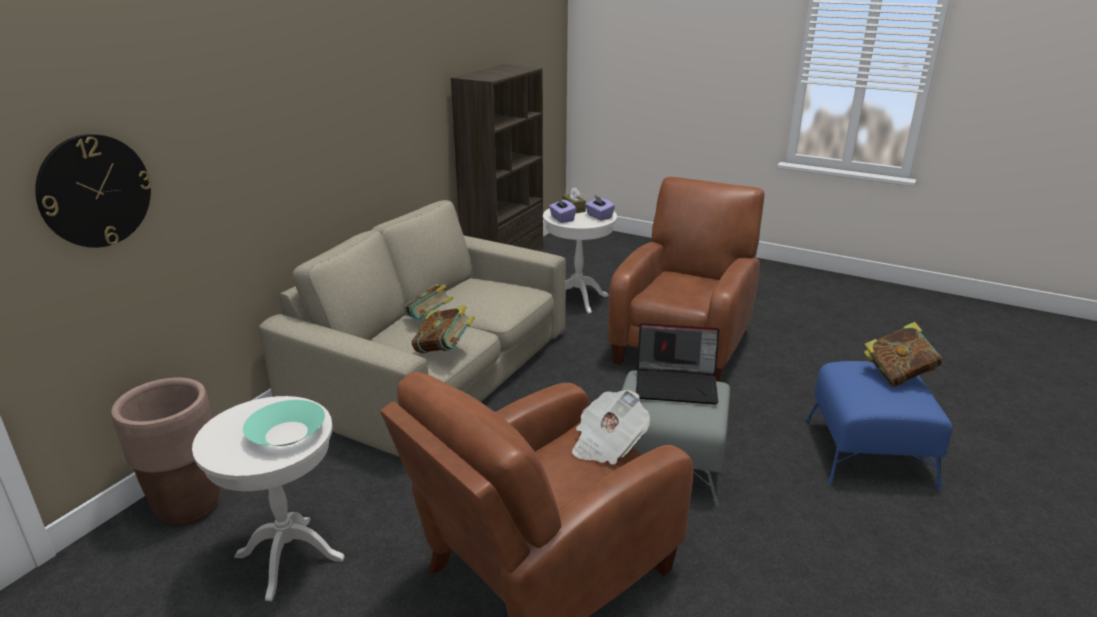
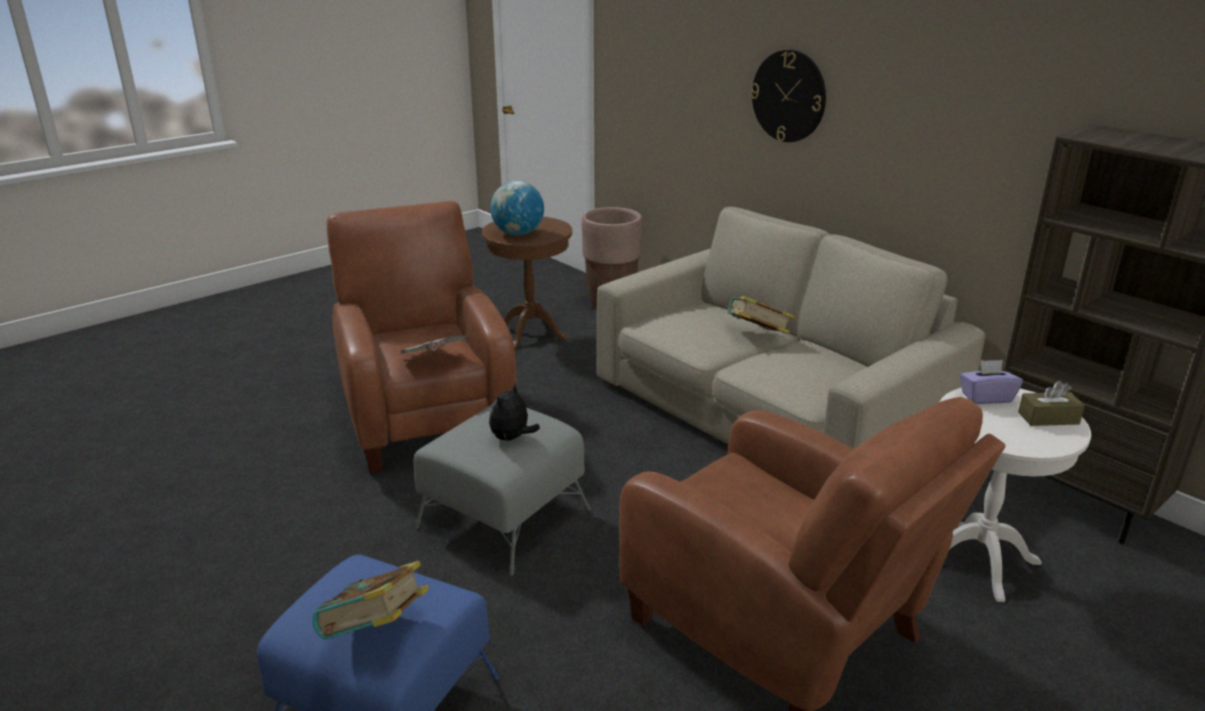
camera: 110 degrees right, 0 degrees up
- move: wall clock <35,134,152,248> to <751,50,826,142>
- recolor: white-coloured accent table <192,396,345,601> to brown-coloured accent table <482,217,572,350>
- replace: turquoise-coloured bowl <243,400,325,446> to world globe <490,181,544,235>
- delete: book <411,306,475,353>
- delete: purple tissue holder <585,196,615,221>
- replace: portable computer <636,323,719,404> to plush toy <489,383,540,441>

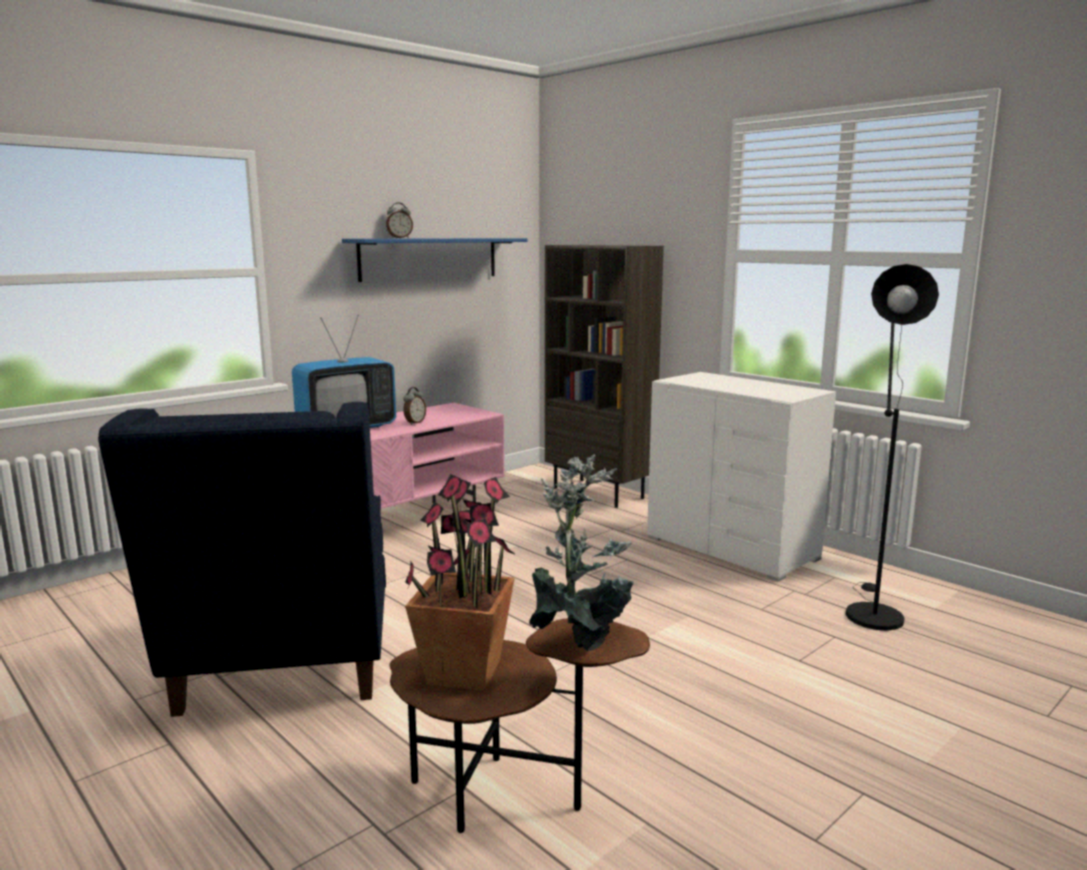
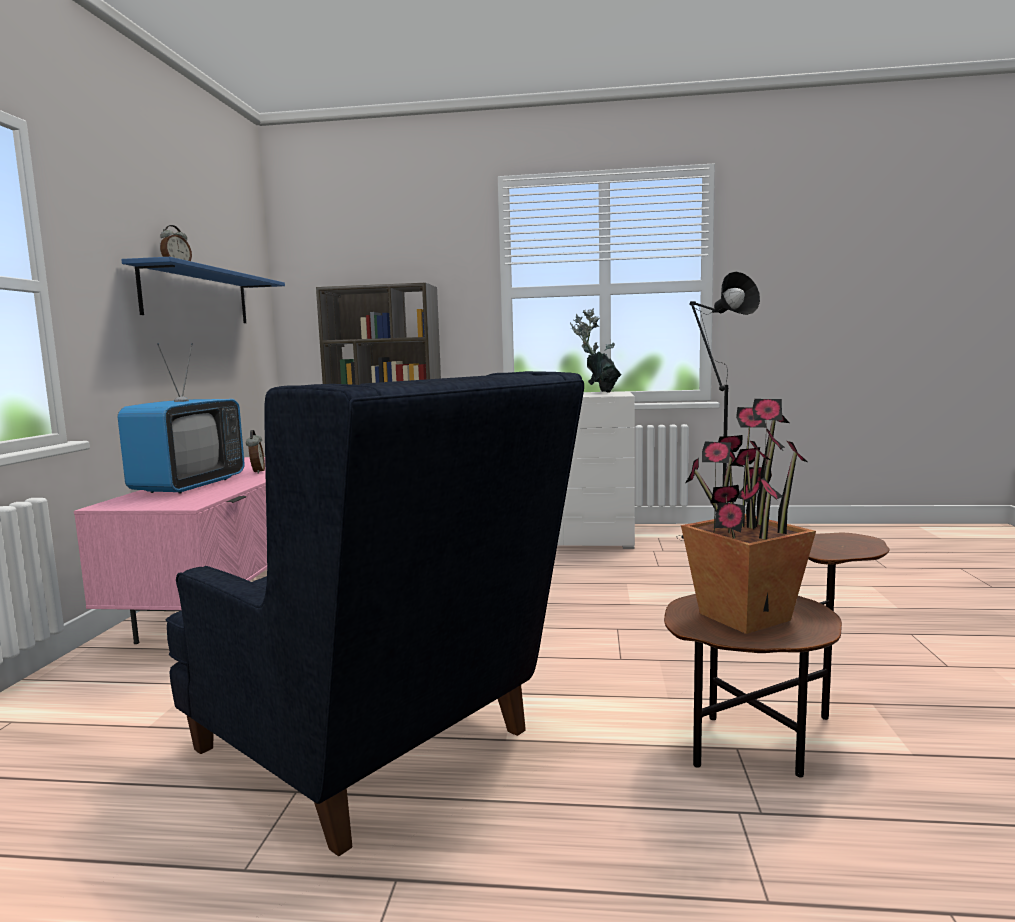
camera: 40 degrees left, 5 degrees down
- move: houseplant <529,454,634,651> to <570,308,622,393>

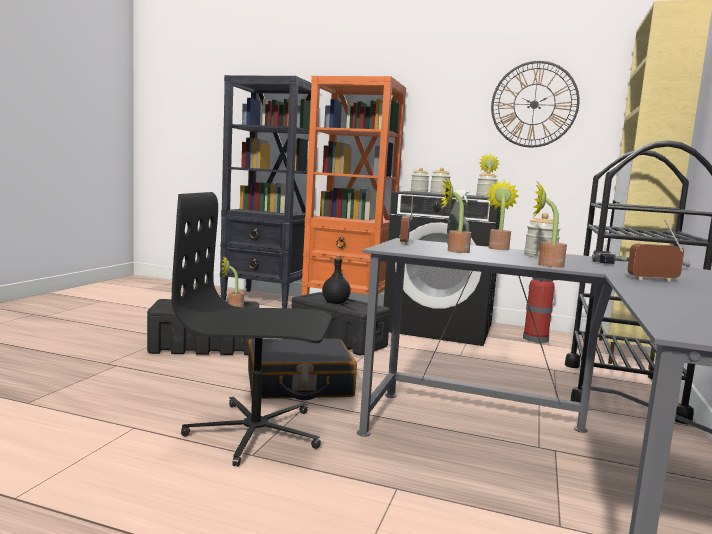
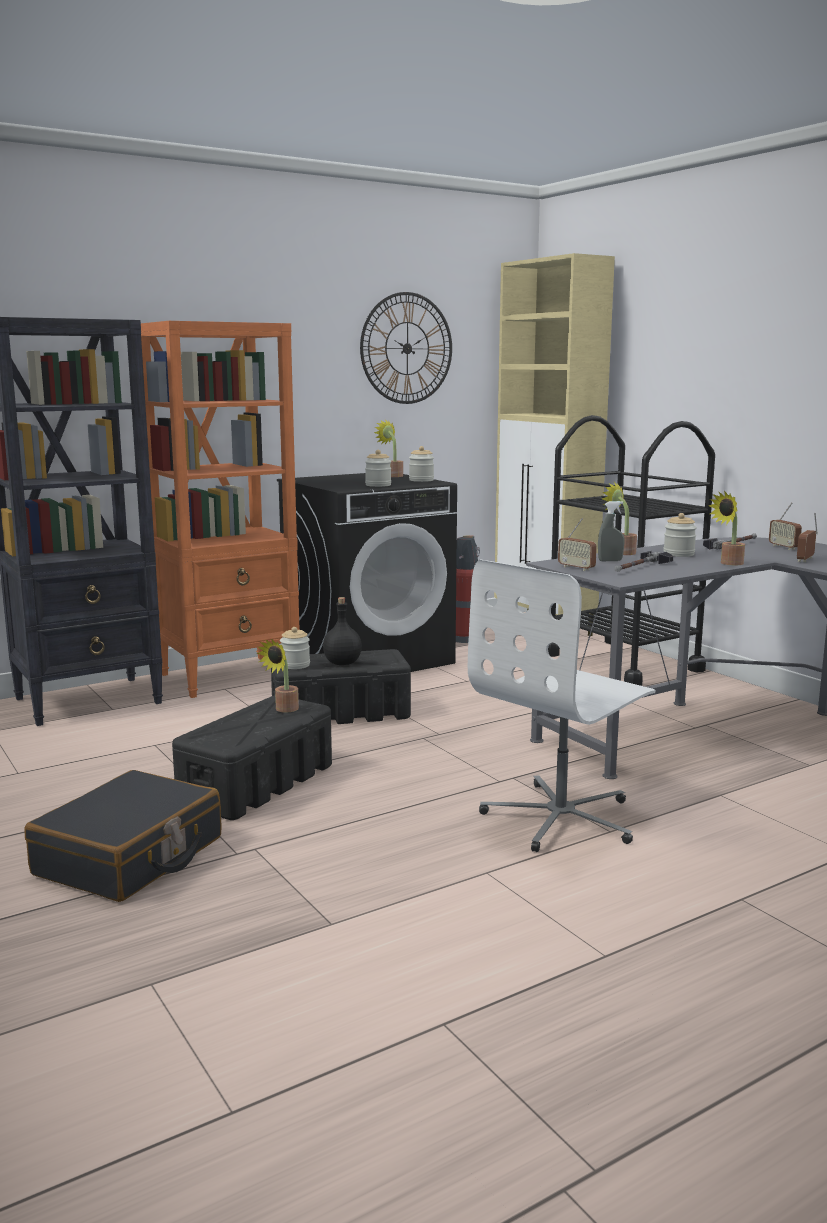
camera: 50 degrees left, 5 degrees up
- recolor: blackish office chair <172,192,332,467> to white-coloured office chair <468,559,656,852>
- move: blackish travel case <248,339,357,400> to <25,770,221,902>
- move: jar <411,168,429,192> to <280,627,310,669>
- replace: houseplant <441,176,471,253> to hammer <614,551,673,572>
- insert: radio <769,502,802,550>

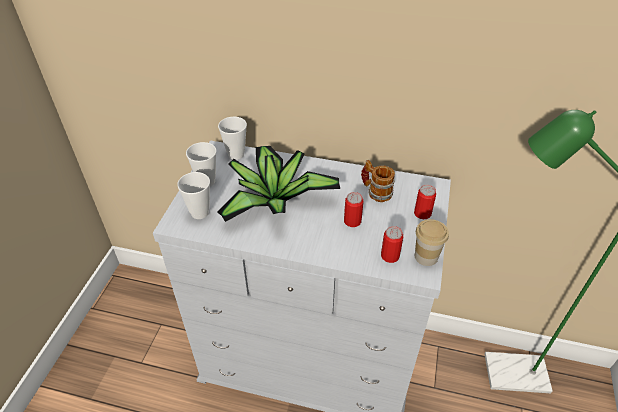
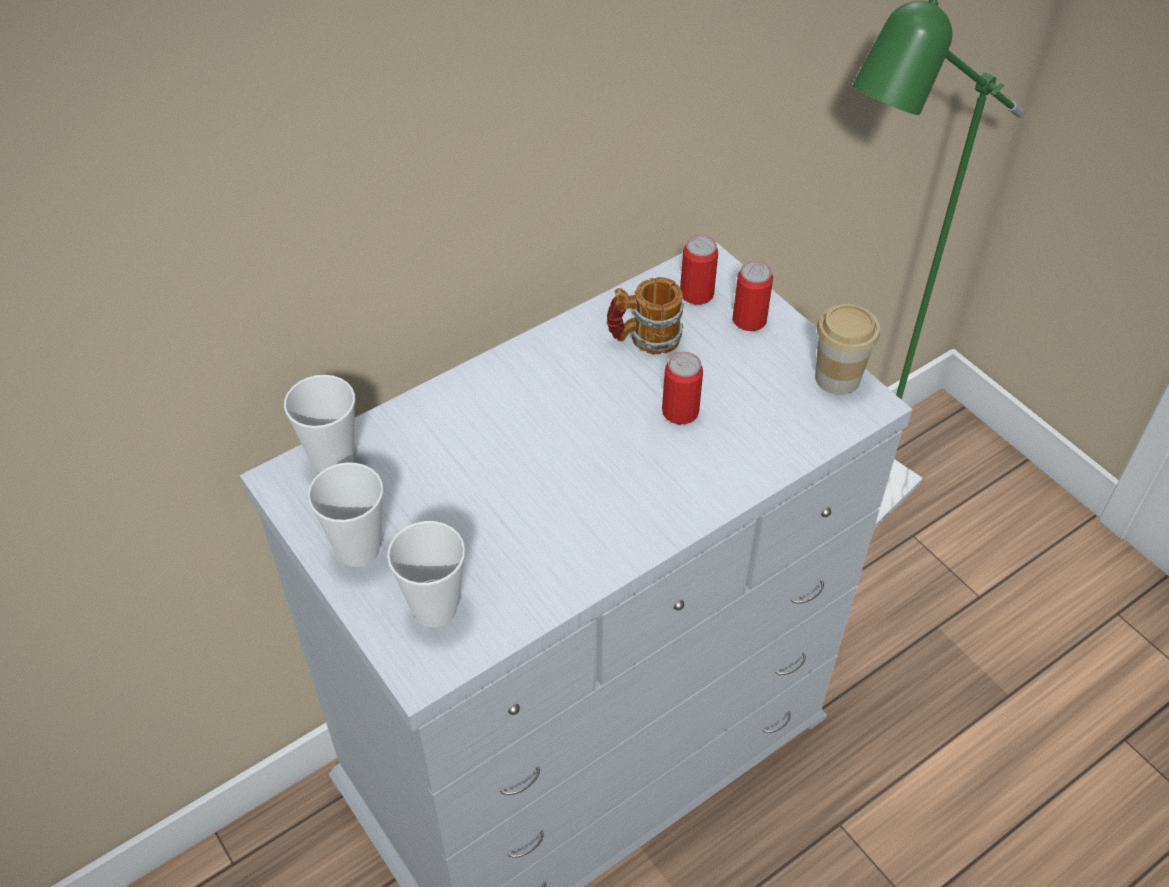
camera: 50 degrees left, 5 degrees up
- delete: houseplant <218,146,340,222>
- move: can <381,226,403,263> to <680,235,718,304>

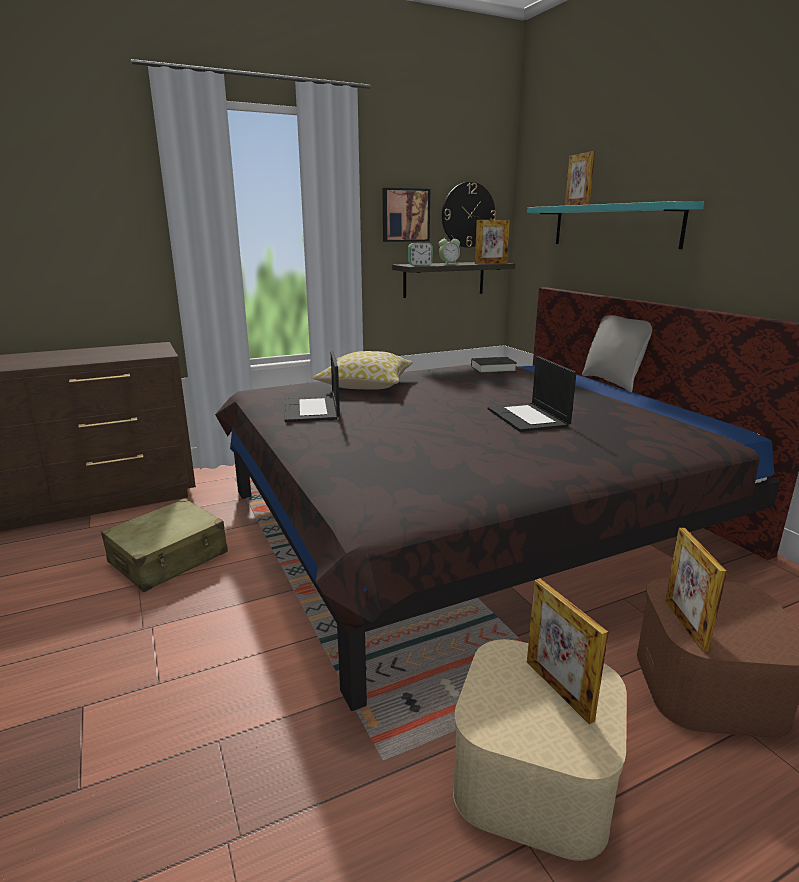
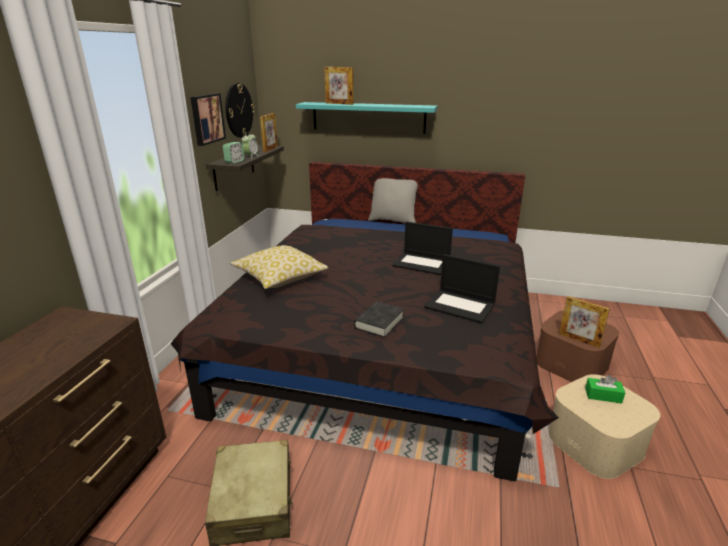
camera: 50 degrees left, 5 degrees up
- move: portable computer <284,351,340,422> to <424,254,500,324>
- move: blackish book <471,357,517,374> to <354,302,404,338>
- replace: picture frame <527,579,608,724> to green-coloured tissue holder <585,375,625,403>

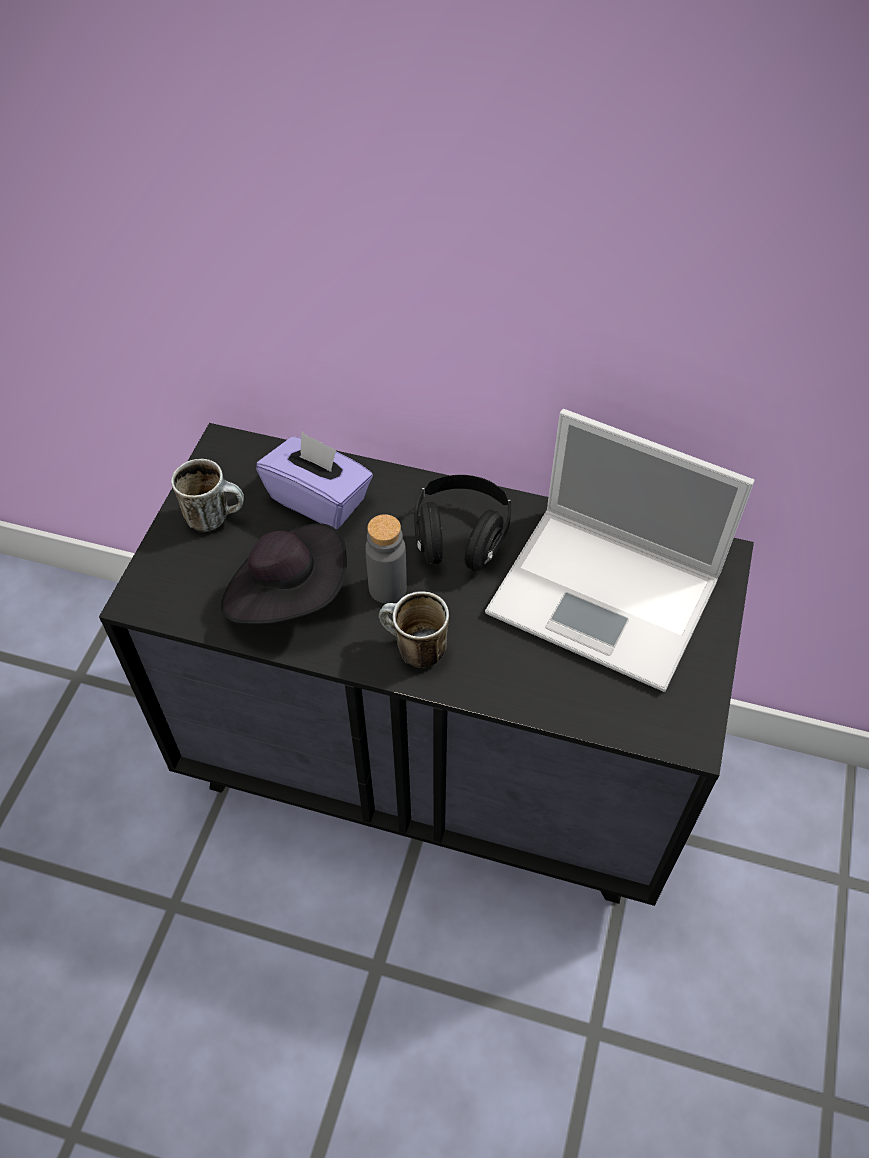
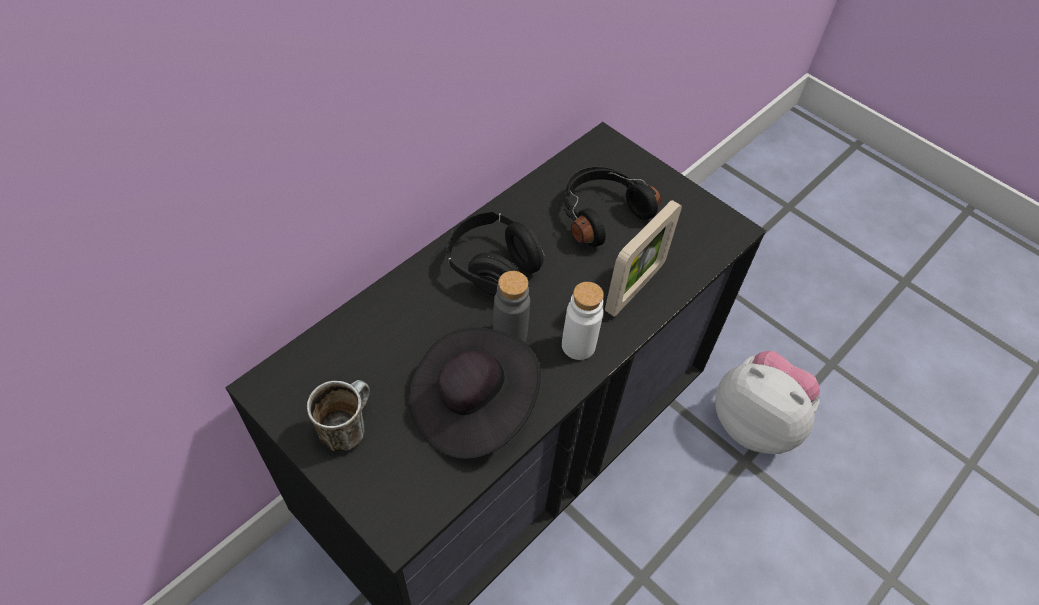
camera: 65 degrees left, 0 degrees up
- delete: purple tissue holder <256,432,373,530>
- replace: mug <379,591,449,668> to white-coloured bottle <562,282,604,360>
- replace: portable computer <485,409,755,692> to blackish headphones <564,167,661,247>
- insert: picture frame <605,200,682,317>
- insert: plush toy <715,351,820,454>

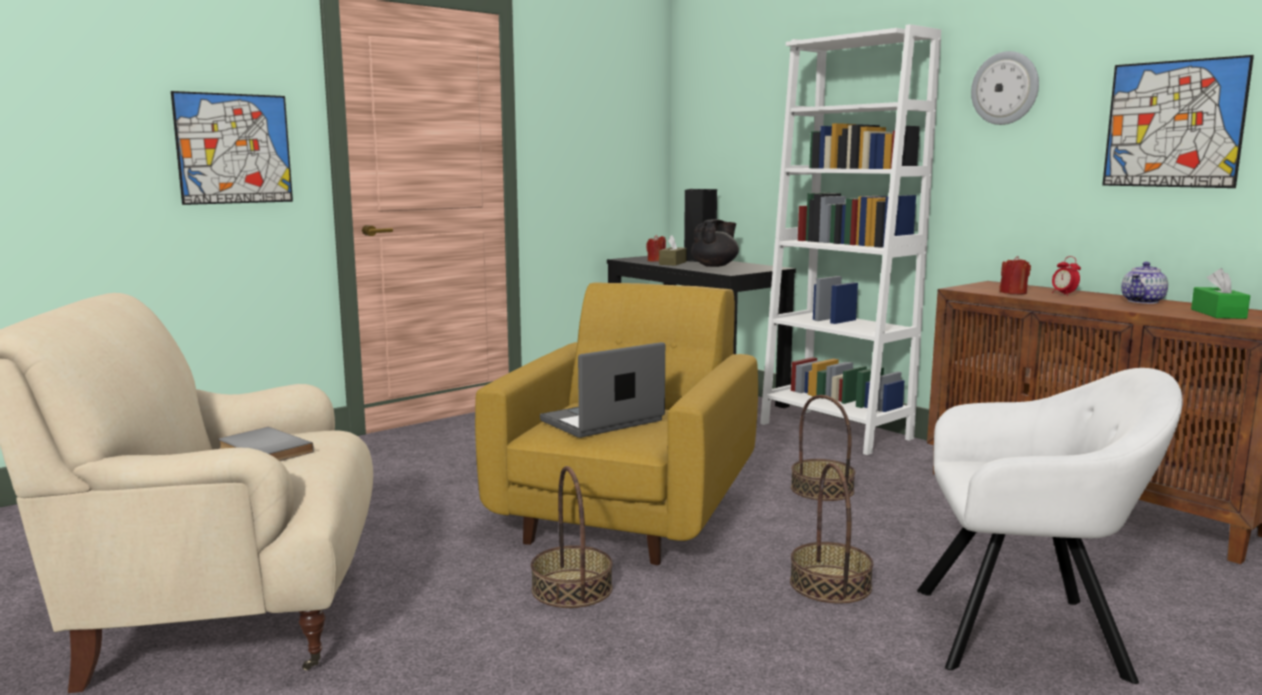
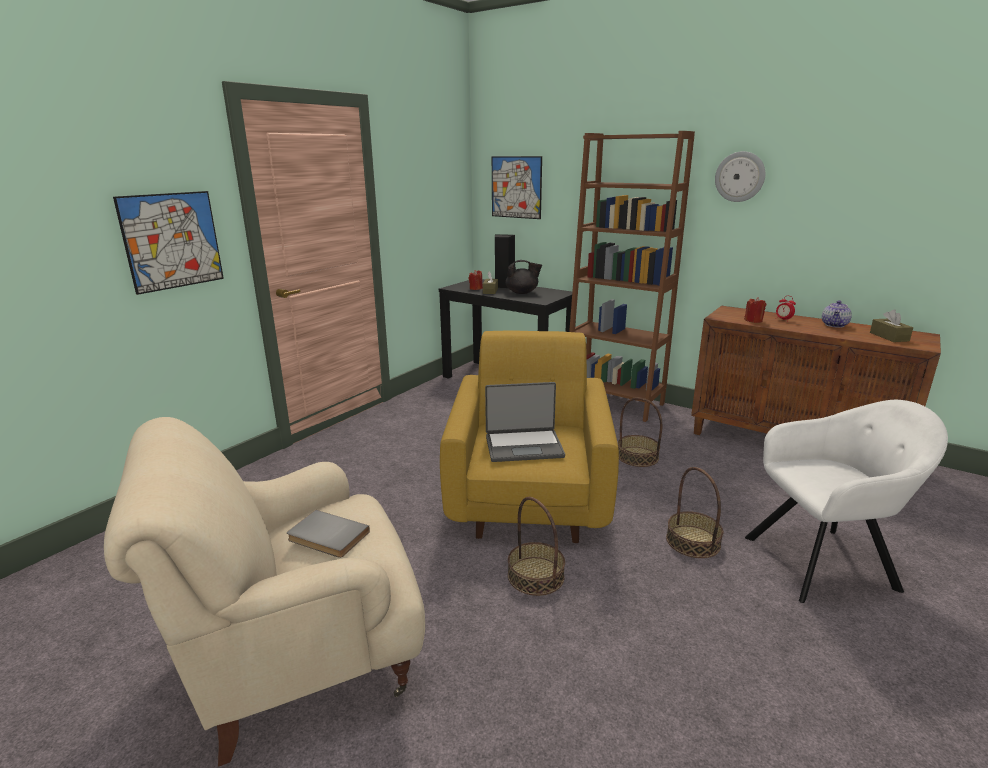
camera: 15 degrees left, 10 degrees up
- rotate: portable computer <540,342,665,438> = <485,382,565,462> 135 degrees counterclockwise
- rotate: blackish tea pot <691,220,739,267> = <505,260,542,294> 60 degrees clockwise
- recolor: white-coloured bookcase <760,24,941,455> to brown-coloured bookcase <569,131,695,422>
- move: picture <1102,55,1254,188> to <492,156,542,219>
- recolor: green-coloured tissue holder <1191,268,1250,319> to brown-coloured tissue holder <870,309,913,342>

